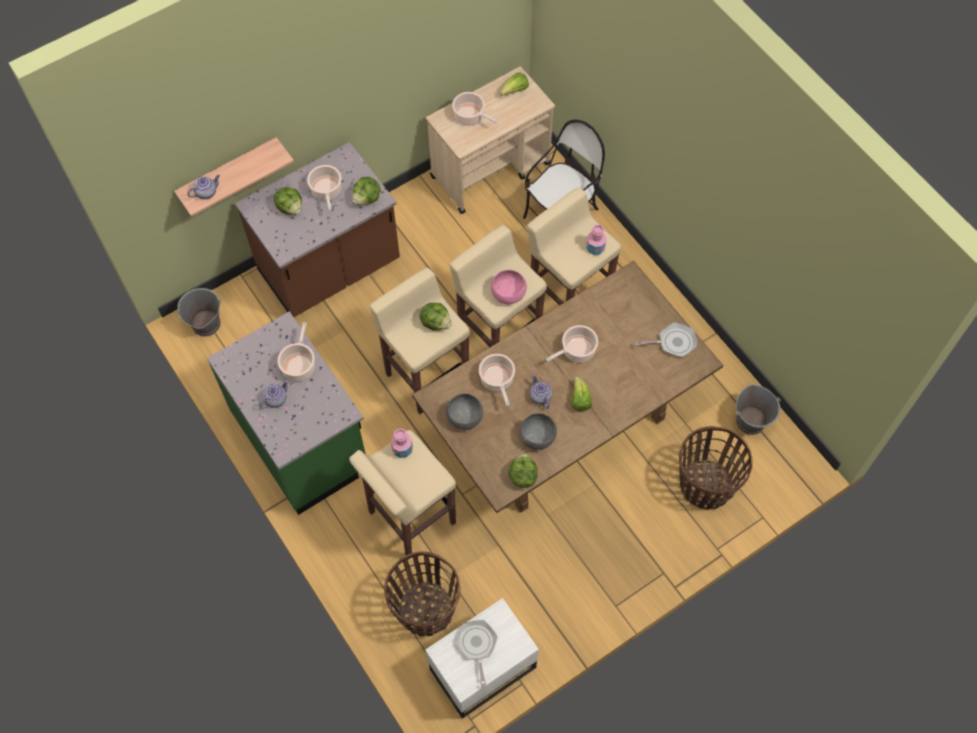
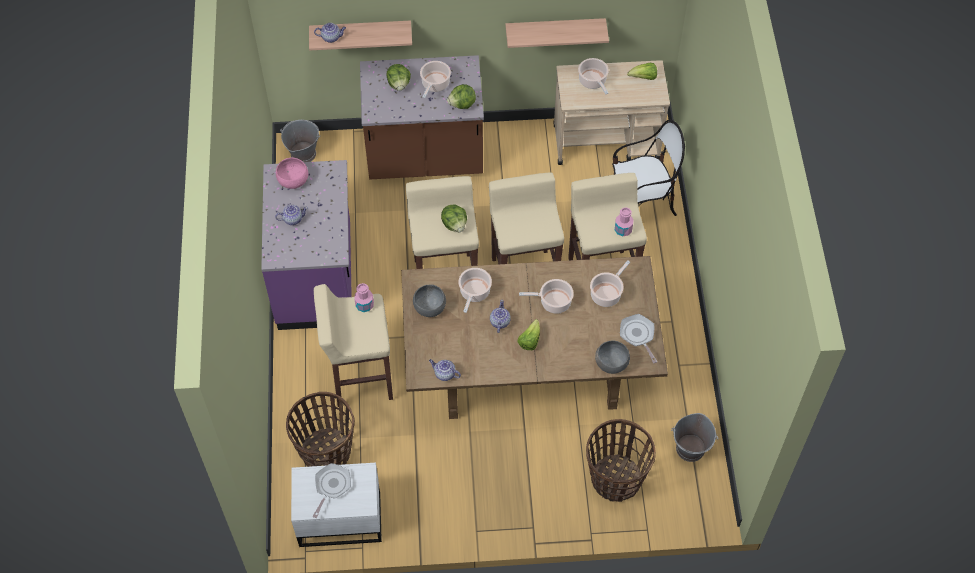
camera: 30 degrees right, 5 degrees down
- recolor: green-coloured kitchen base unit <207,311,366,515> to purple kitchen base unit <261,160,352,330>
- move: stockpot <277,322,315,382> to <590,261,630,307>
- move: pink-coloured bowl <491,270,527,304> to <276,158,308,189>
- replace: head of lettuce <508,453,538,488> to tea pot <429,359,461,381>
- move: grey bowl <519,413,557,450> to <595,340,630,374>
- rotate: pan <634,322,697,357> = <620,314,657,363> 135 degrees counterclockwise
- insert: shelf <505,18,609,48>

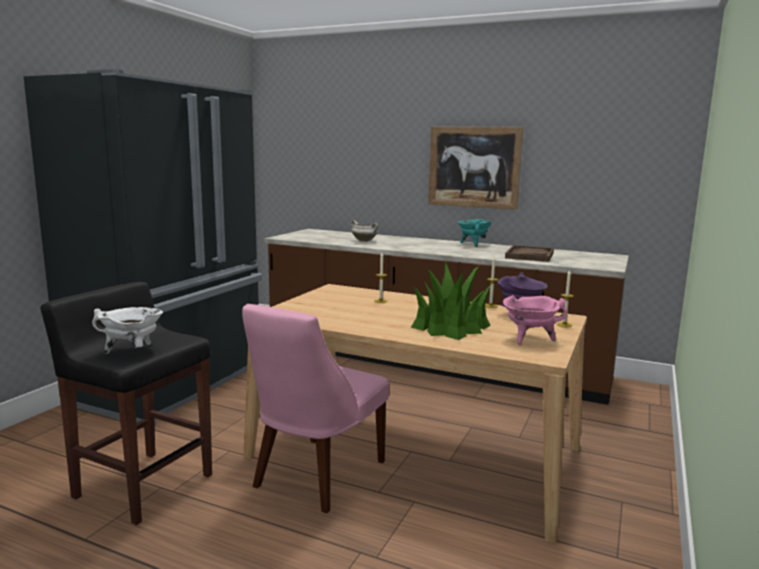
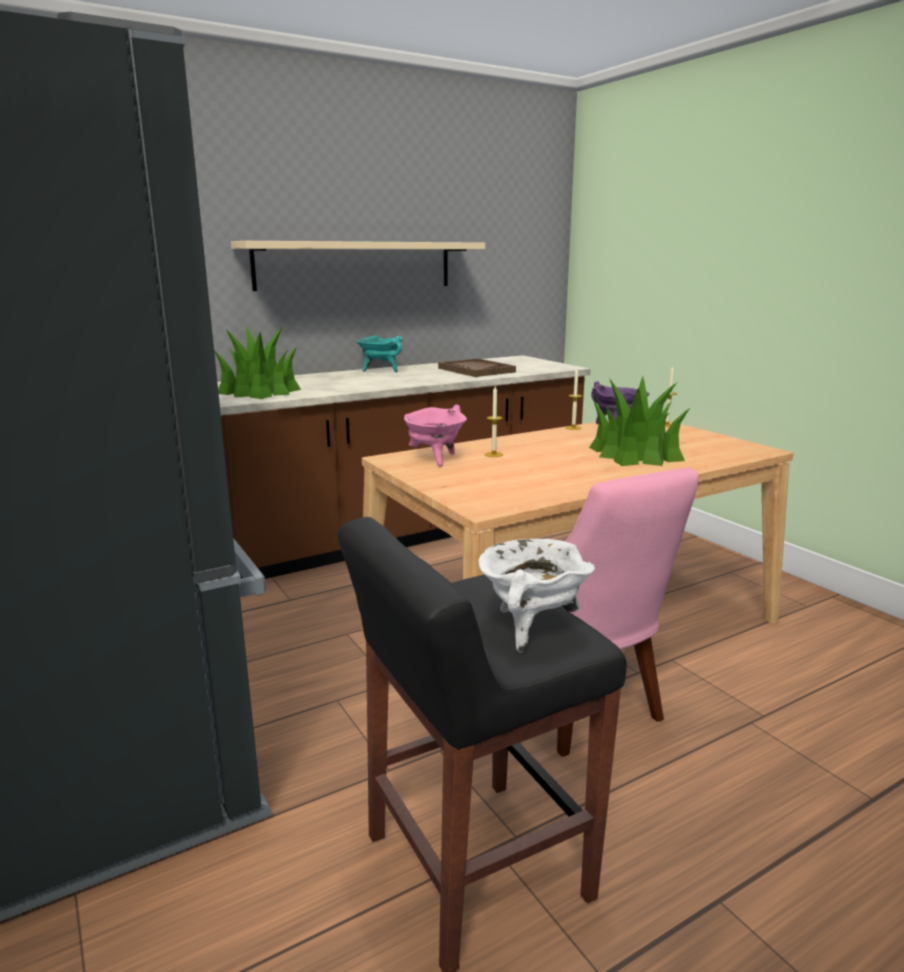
camera: 55 degrees left, 5 degrees up
- replace: white-coloured stockpot <351,220,378,242> to houseplant <214,326,301,399>
- replace: picture <428,127,524,210> to sand-coloured shelf <231,241,485,291>
- move: pink-coloured stockpot <503,295,567,345> to <404,405,467,466>

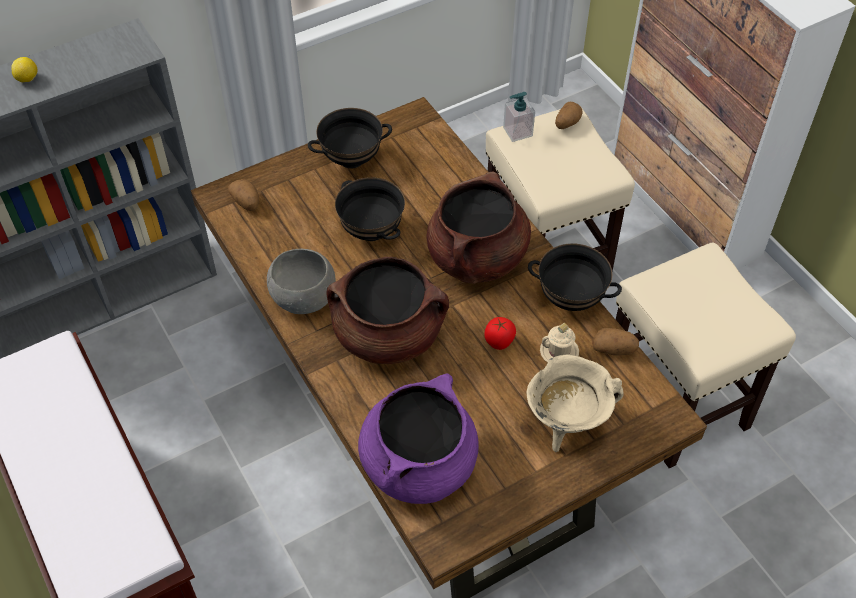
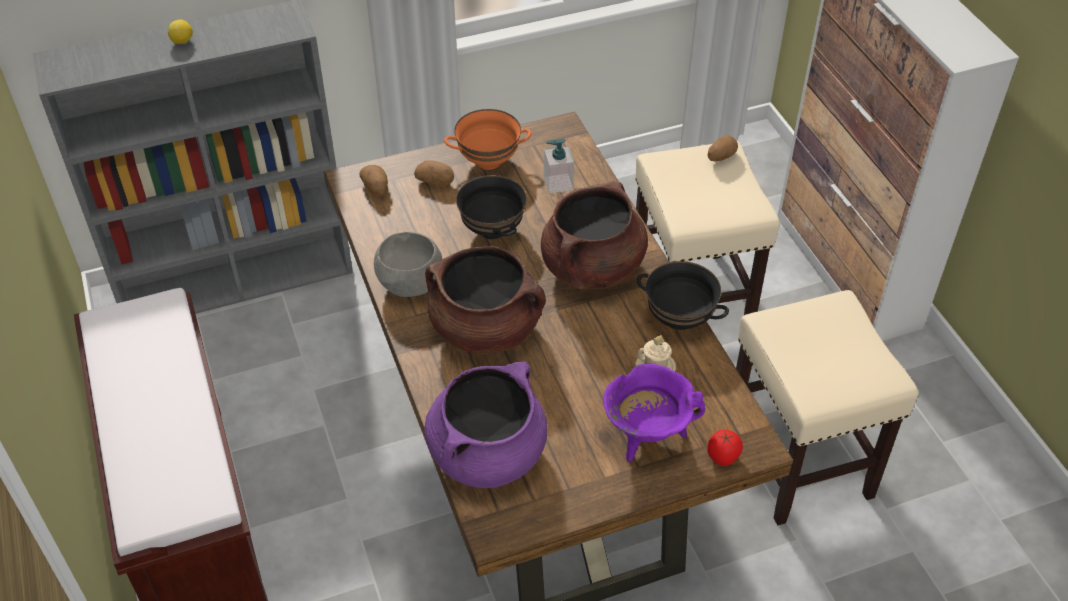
camera: 10 degrees right, 5 degrees down
- recolor: blackish bowl <308,108,392,169> to orangey bowl <444,109,531,170>
- move: whole tomato <484,317,516,350> to <707,429,743,466>
- move: liquid soap bottle <503,92,535,142> to <544,139,574,193>
- recolor: sand-coloured stockpot <526,355,624,452> to purple stockpot <603,364,705,462>
- move: potato <592,328,639,356> to <414,160,454,186>

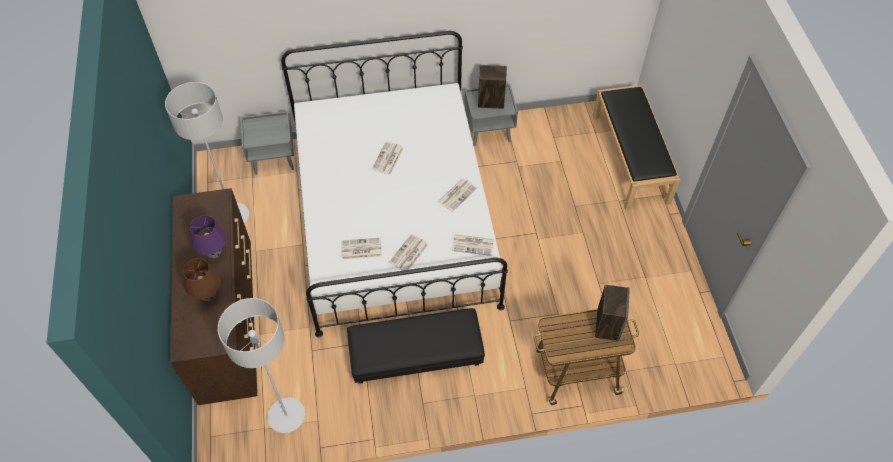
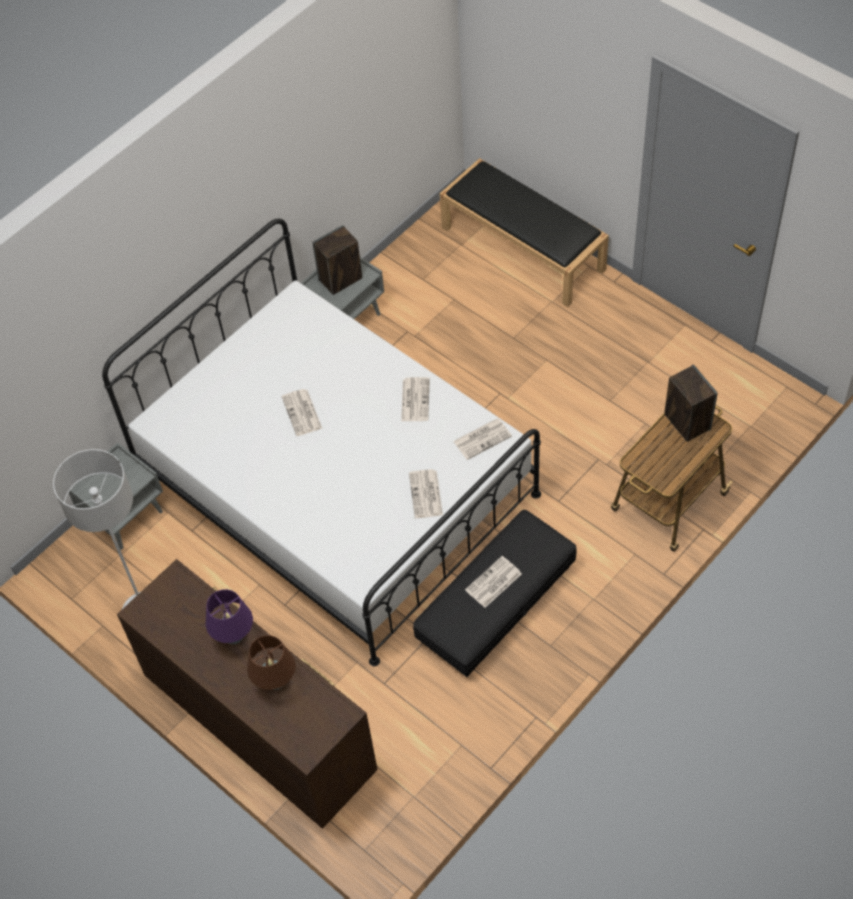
camera: 35 degrees left, 0 degrees up
- delete: grey floor lamp <218,298,305,433>
- move: newspaper <341,238,382,259> to <465,556,522,608>

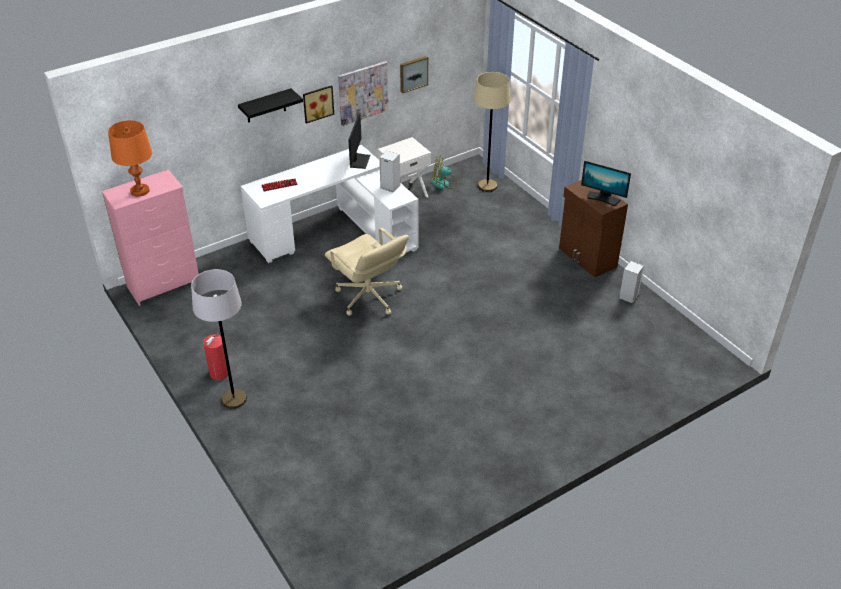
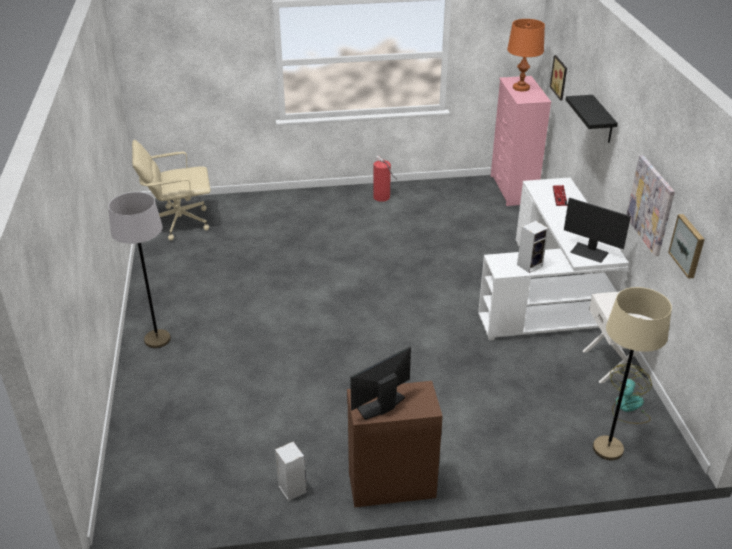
camera: 115 degrees right, 5 degrees down
- move: grey floor lamp <191,269,247,409> to <108,192,171,348>
- move: picture <303,85,334,124> to <550,55,567,101>
- move: sand-coloured office chair <325,228,409,316> to <132,140,211,241>

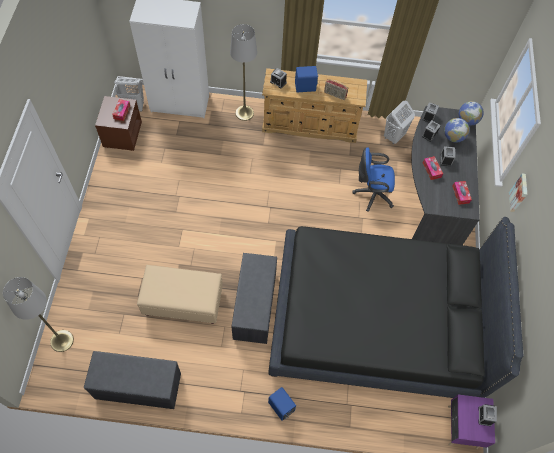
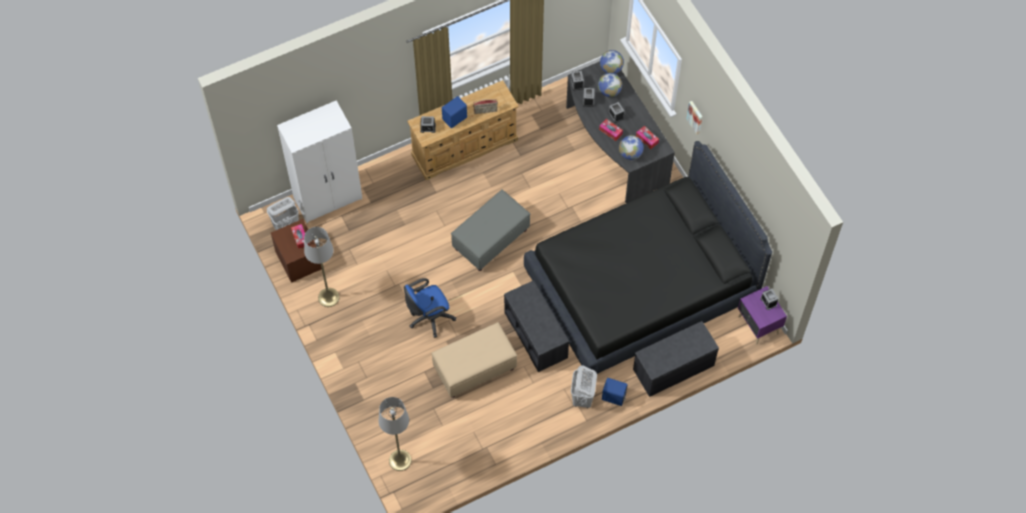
camera: 30 degrees left, 0 degrees up
- move: grey indoor bench <84,351,181,409> to <633,321,719,397>
- move: grey floor lamp <230,24,257,121> to <304,227,340,307>
- move: bluish office chair <352,147,395,212> to <404,278,456,338>
- move: white-coloured hamper <384,101,415,144> to <571,365,597,409>
- insert: grey ottoman <451,189,530,271>
- insert: world globe <619,135,644,160>

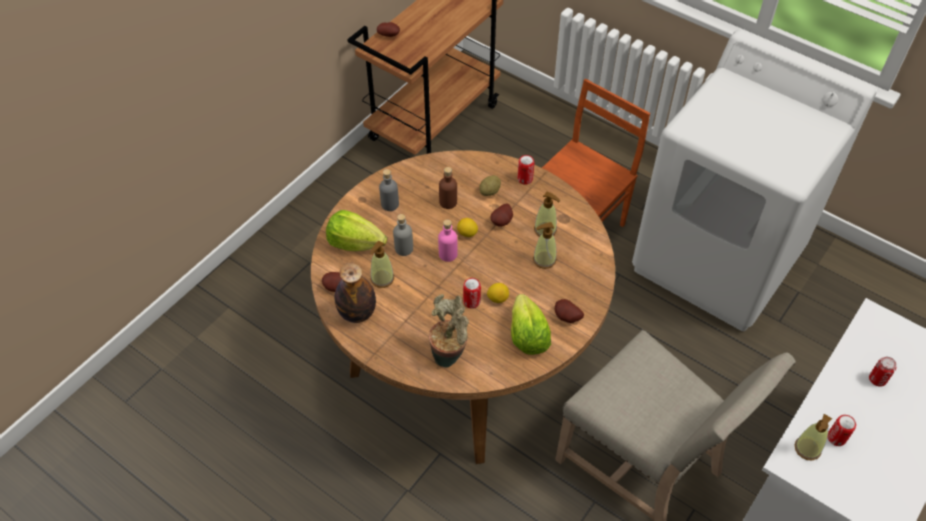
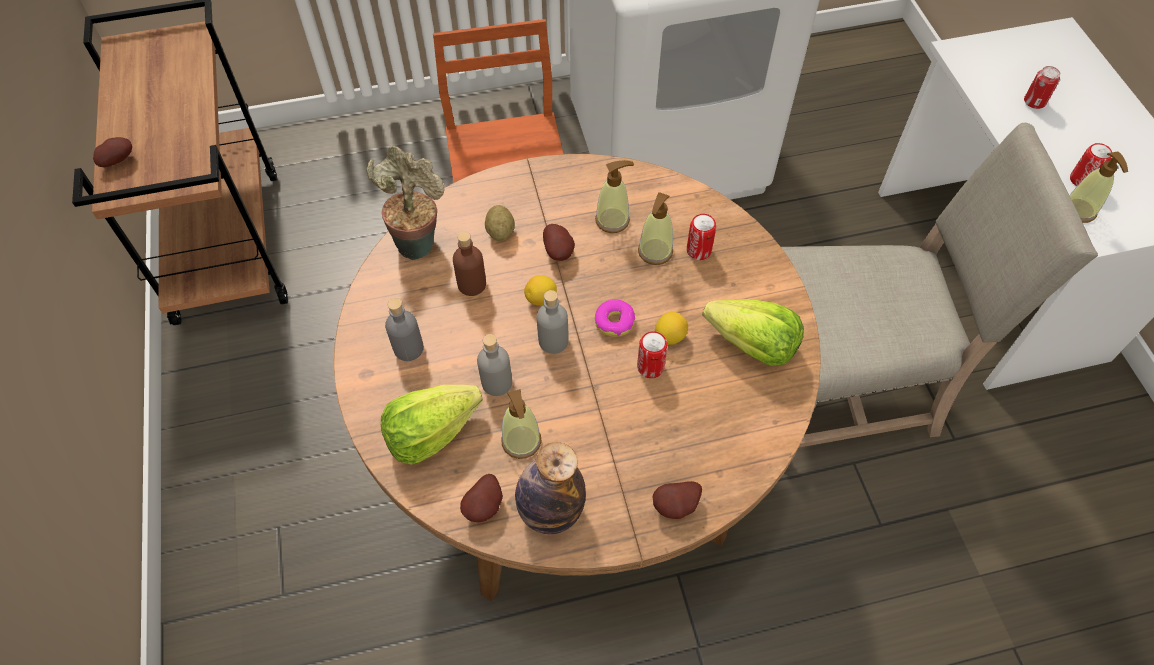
camera: 50 degrees left, 5 degrees up
- move: houseplant <429,294,469,368> to <366,146,444,260>
- recolor: pink-coloured bottle <438,219,458,262> to grey bottle <537,290,569,354>
- move: can <518,155,534,185> to <687,214,716,260>
- move: potato <555,299,584,323> to <652,481,702,519>
- insert: doughnut <595,299,635,337>

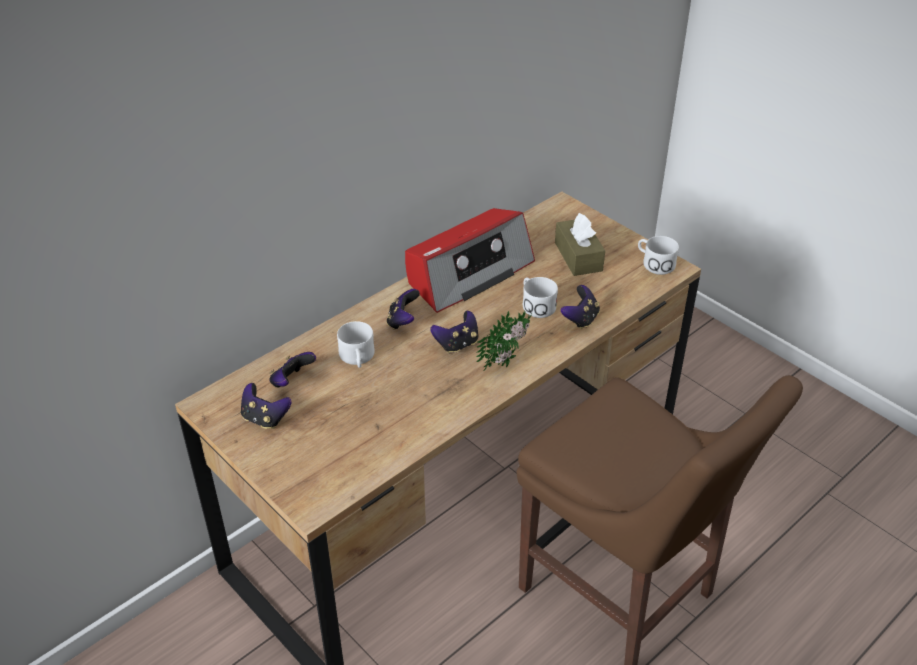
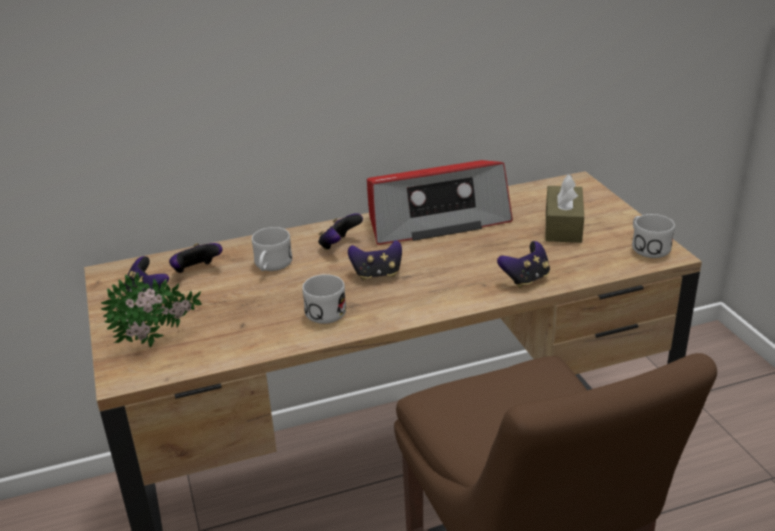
camera: 25 degrees right, 10 degrees down
- move: houseplant <476,310,532,371> to <101,273,202,347>
- move: white-coloured mug <523,277,558,318> to <302,274,346,324>

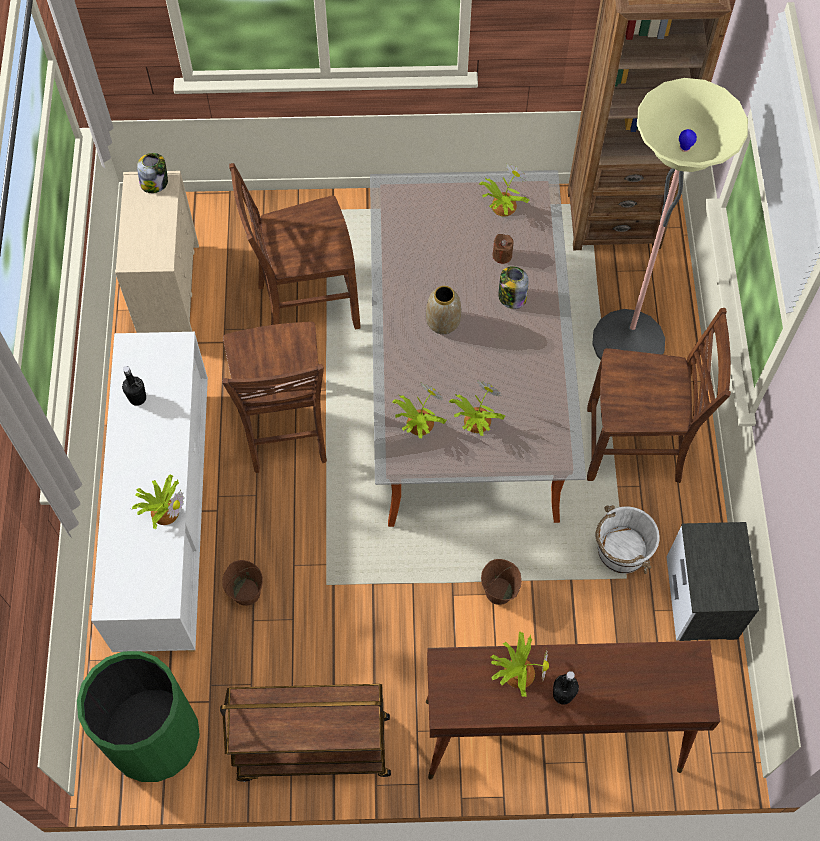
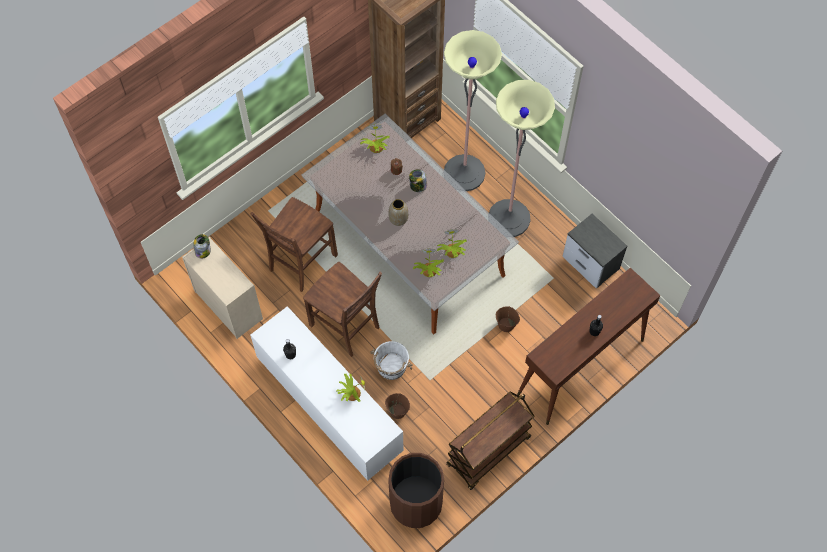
camera: 40 degrees left, 0 degrees up
- recolor: green-coloured rubbish bin <77,651,200,782> to brown-coloured rubbish bin <388,453,444,528>
- delete: houseplant <491,632,549,697>
- replace: brown-coloured chair <587,308,731,483> to floor lamp <489,80,555,237>
- move: white-coloured water bucket <595,505,660,574> to <370,341,413,380>

